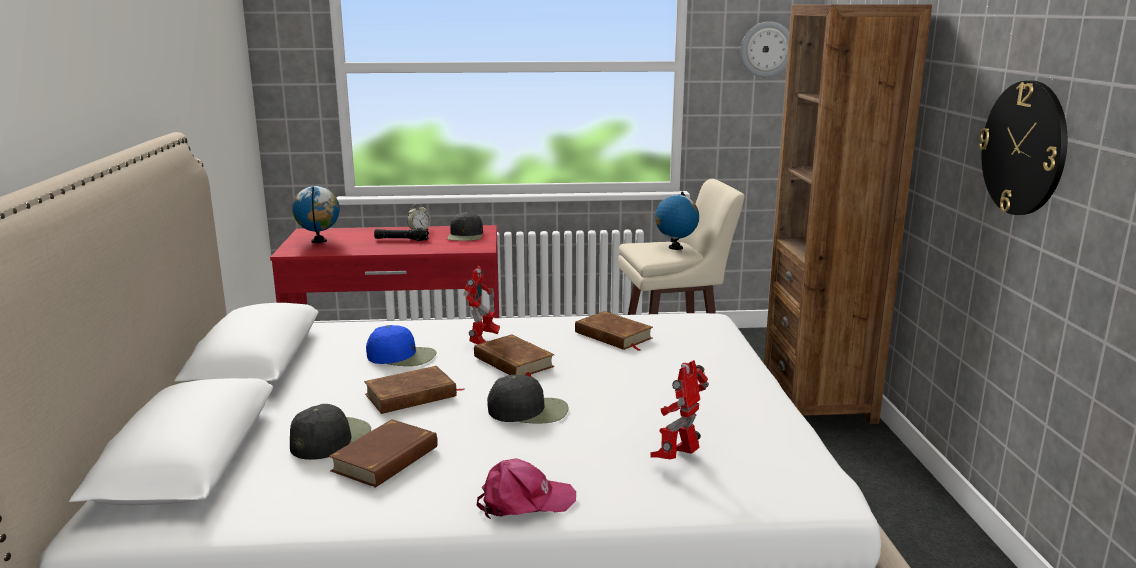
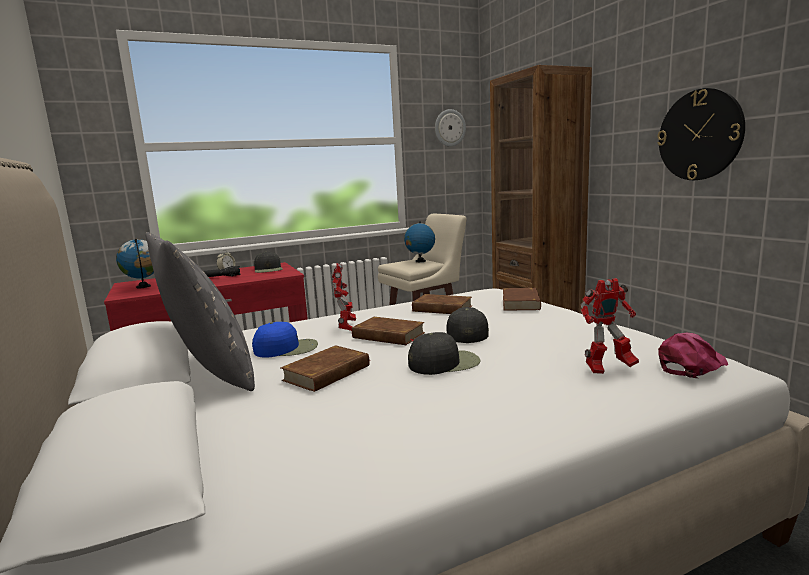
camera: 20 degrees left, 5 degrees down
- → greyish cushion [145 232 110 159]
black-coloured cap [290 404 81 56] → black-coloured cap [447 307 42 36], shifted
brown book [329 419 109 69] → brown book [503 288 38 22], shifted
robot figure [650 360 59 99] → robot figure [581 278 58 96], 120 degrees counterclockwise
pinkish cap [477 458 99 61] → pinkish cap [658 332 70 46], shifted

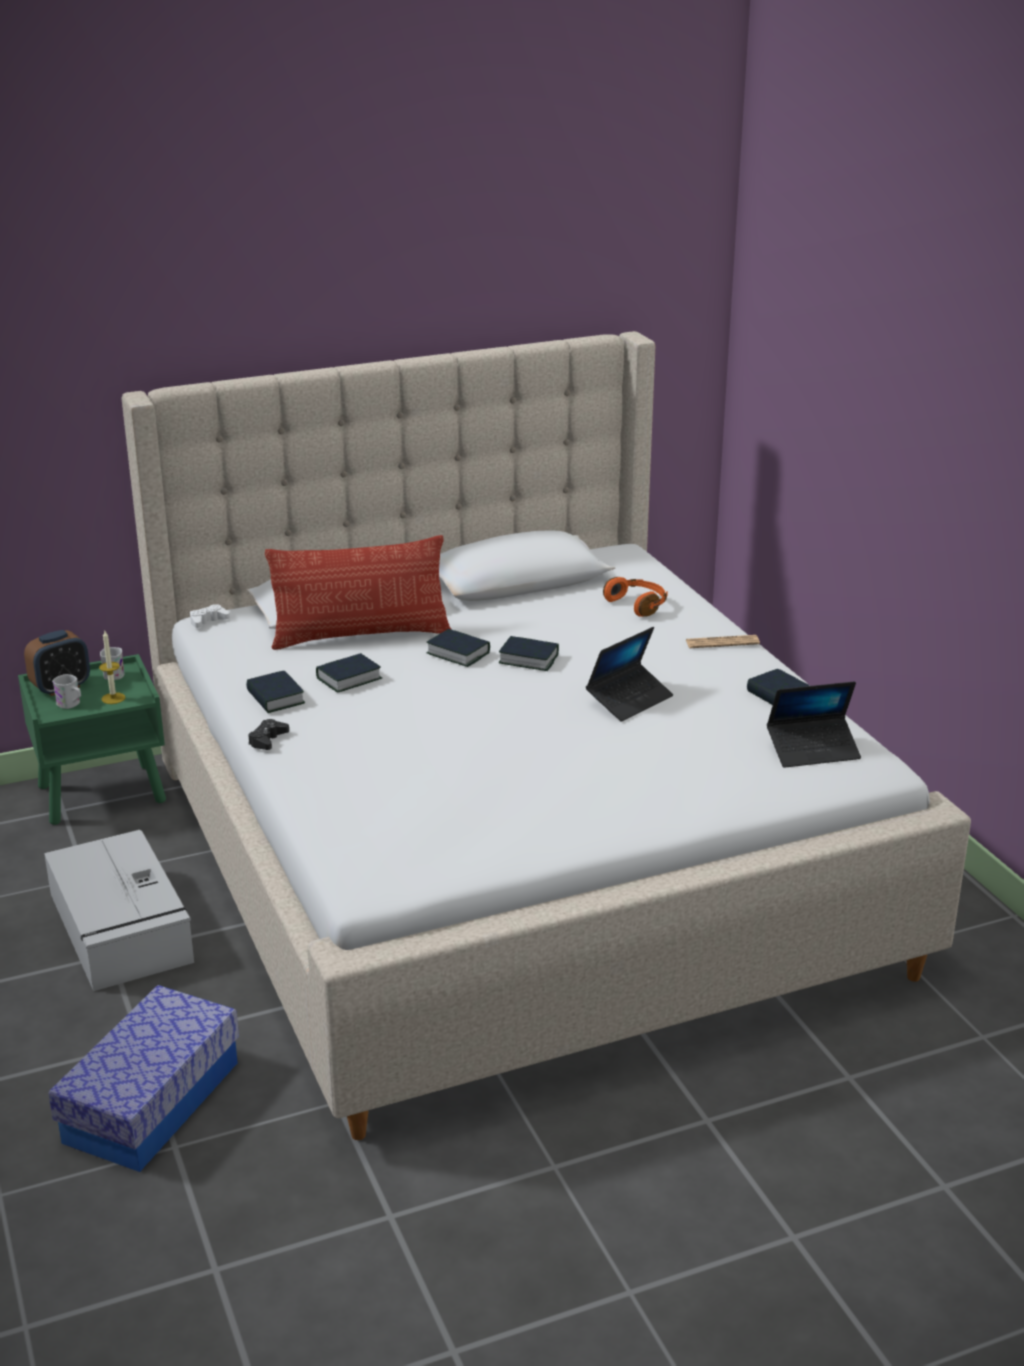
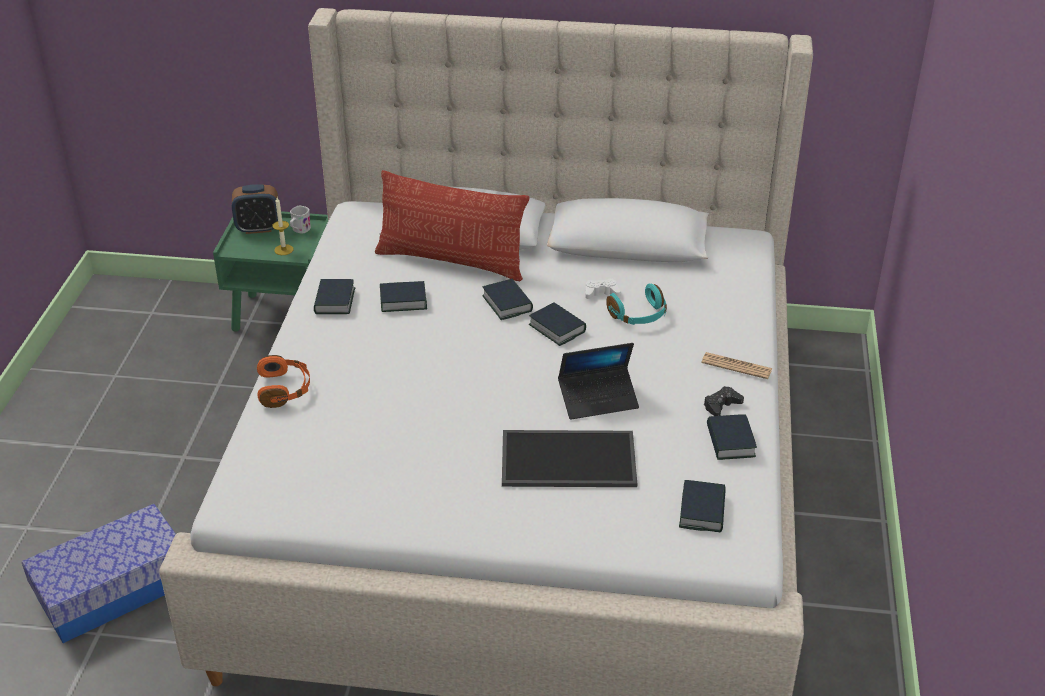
camera: 30 degrees right, 10 degrees up
orangey pair of headphones [603 577 64 40] → orangey pair of headphones [257 355 53 53], shifted
- → tray [502 430 135 57]
whitish joypad [190 604 40 24] → whitish joypad [585 279 36 20], shifted
- → blue-green pair of headphones [606 284 61 41]
notebook computer [767 681 94 87] → book [679 480 47 52]
black-coloured joypad [248 719 41 31] → black-coloured joypad [704 386 40 30], shifted
greyish storage box [44 830 150 161] → -
whitish tea mug [52 674 29 35] → -

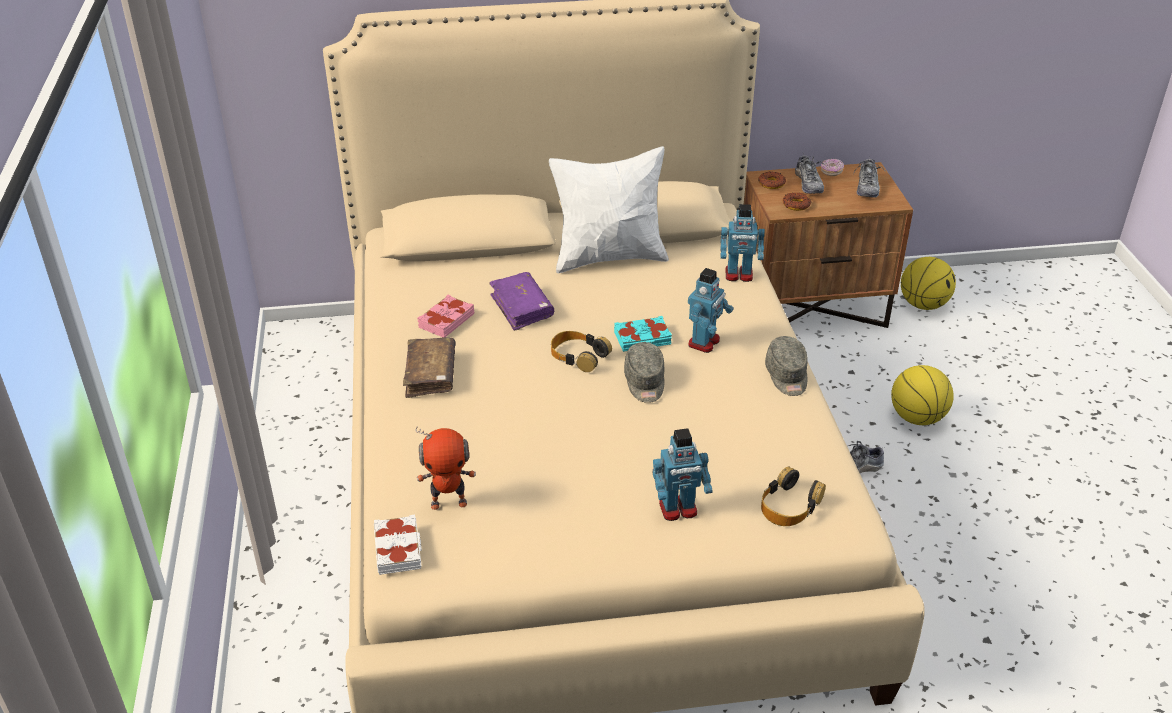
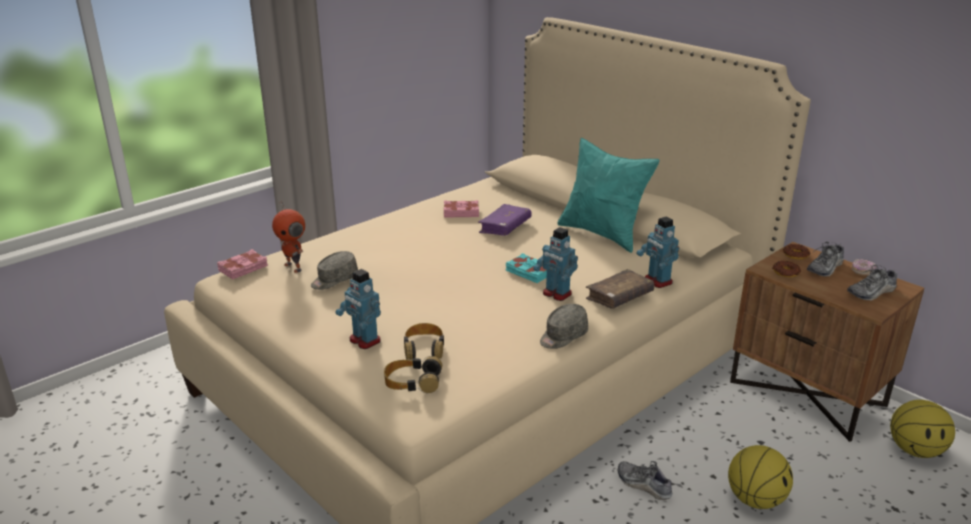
camera: 55 degrees right, 10 degrees down
whitish book [374 514 48 61] → pinkish book [217 249 51 30]
greyish cap [624 342 41 61] → greyish cap [311 251 47 39], shifted
pair of headphones [551 331 61 41] → pair of headphones [404 323 40 37], shifted
robot figure [688 268 45 85] → robot figure [533 227 45 74], 45 degrees clockwise
whitish cushion [549 146 120 127] → blue-green cushion [557 138 103 115]
brown book [403 337 53 61] → brown book [586 269 68 40], shifted

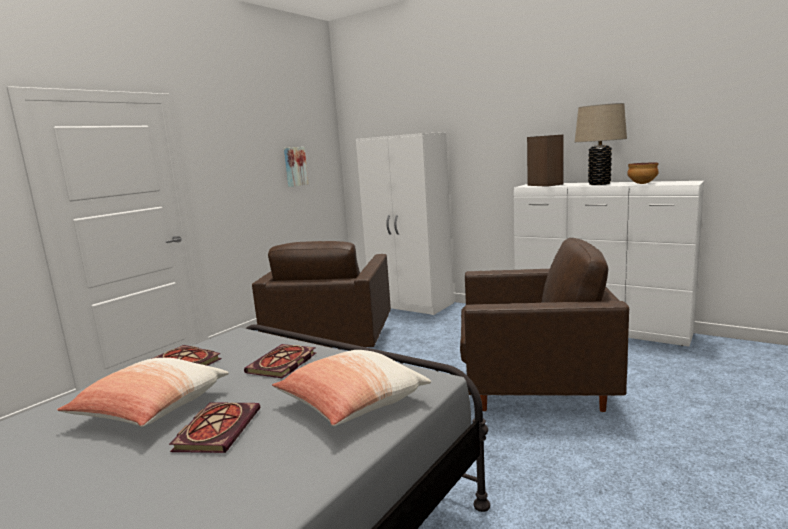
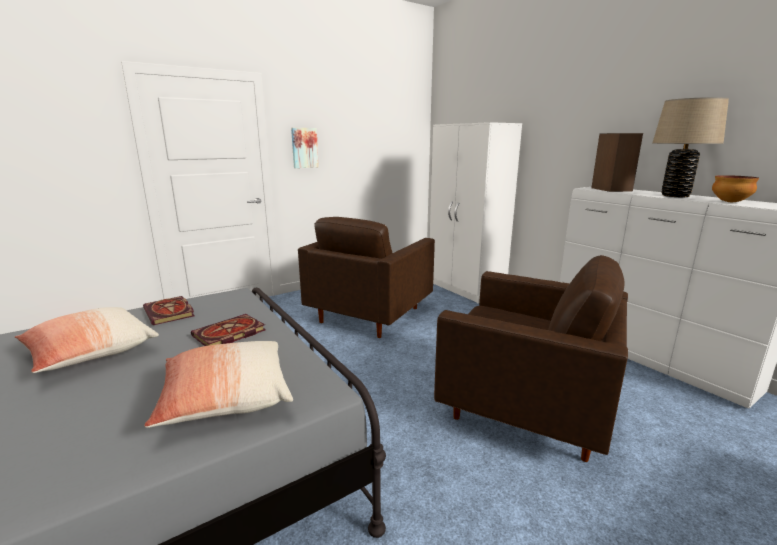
camera: 20 degrees right, 5 degrees up
picture [284 147 25 40] → picture [291 128 28 40], shifted
book [169 402 92 51] → -

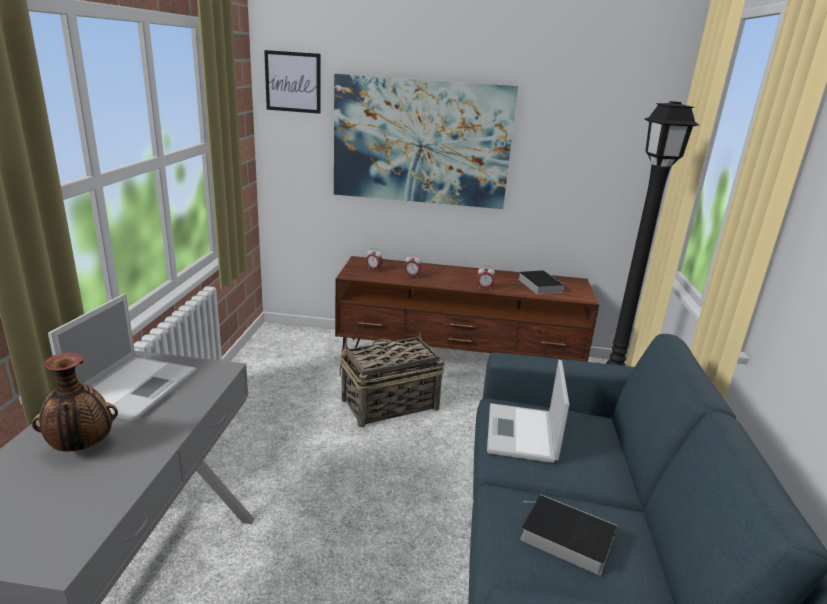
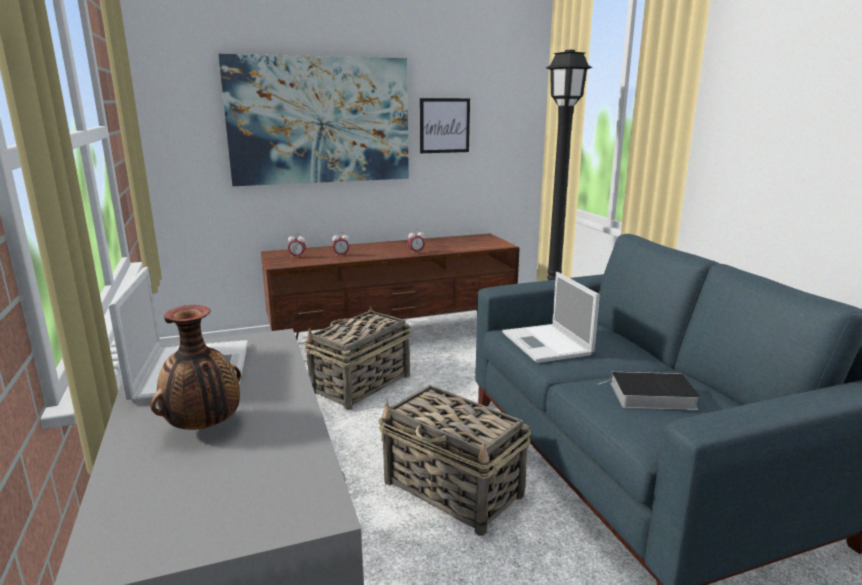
camera: 25 degrees left, 5 degrees down
- → basket [378 385 153 151]
picture [264 50 57 64] → picture [420 98 50 55], shifted
book [518 270 47 24] → -

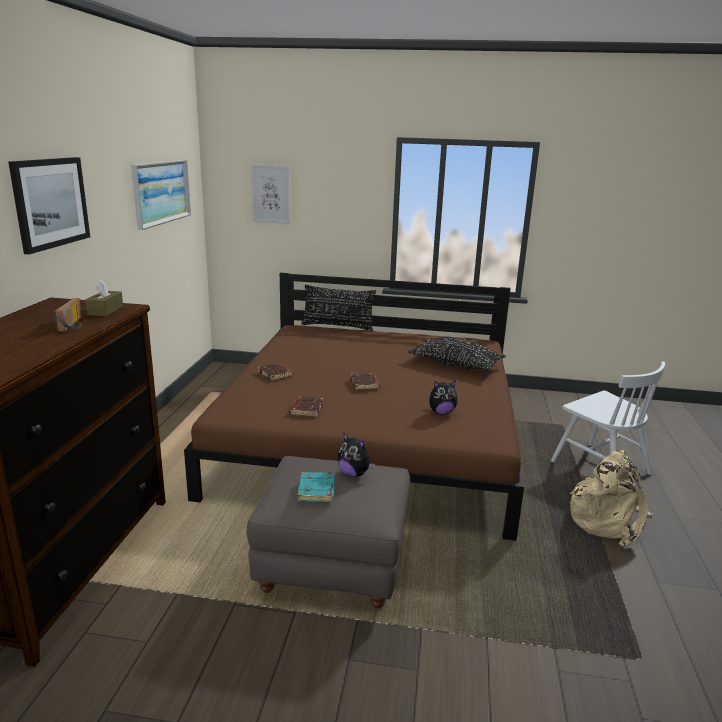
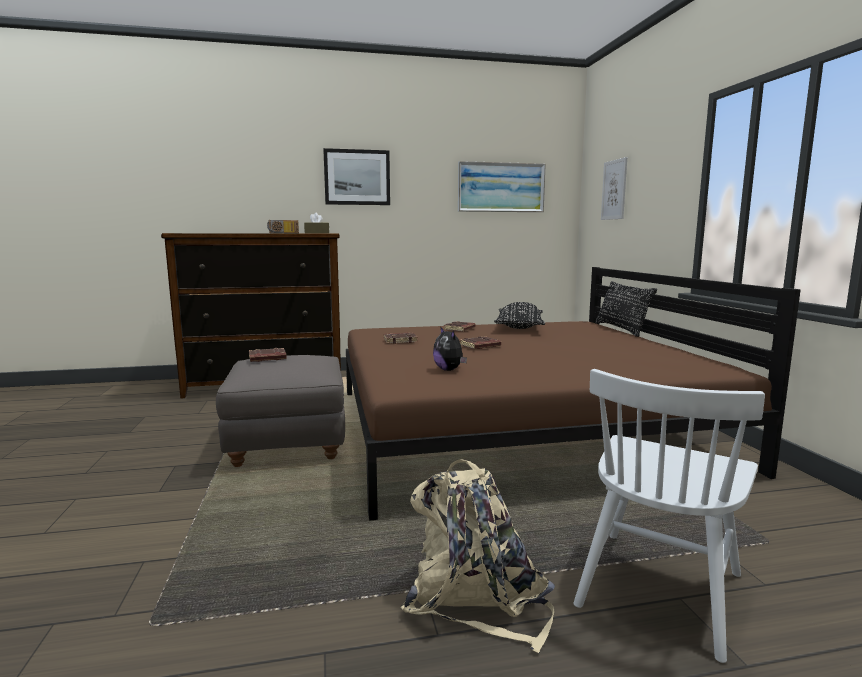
camera: 70 degrees right, 10 degrees down
blue-green book [298 472 37 30] → brown book [249 348 38 14]
black-coloured cushion [408 337 98 34] → black-coloured cushion [494 302 51 27], shifted
cuddly toy [337 432 39 45] → -

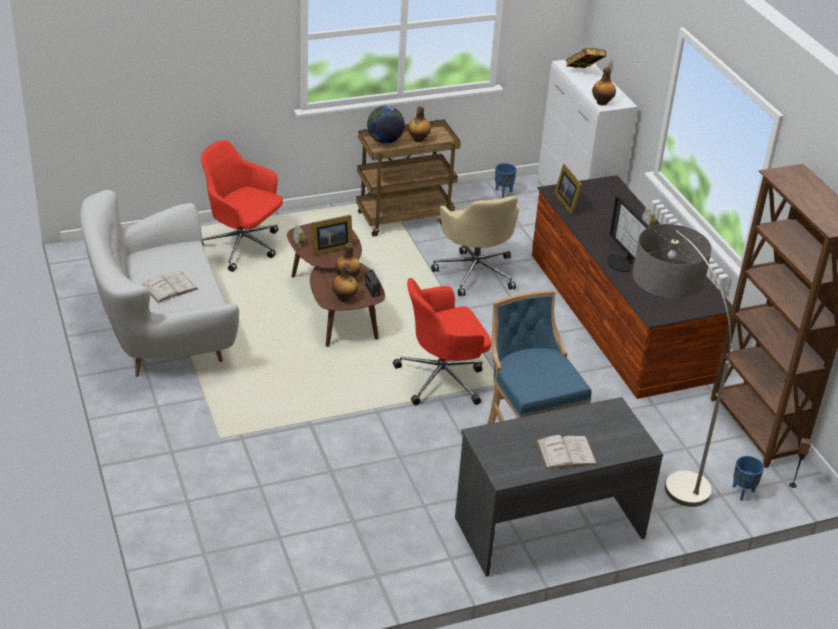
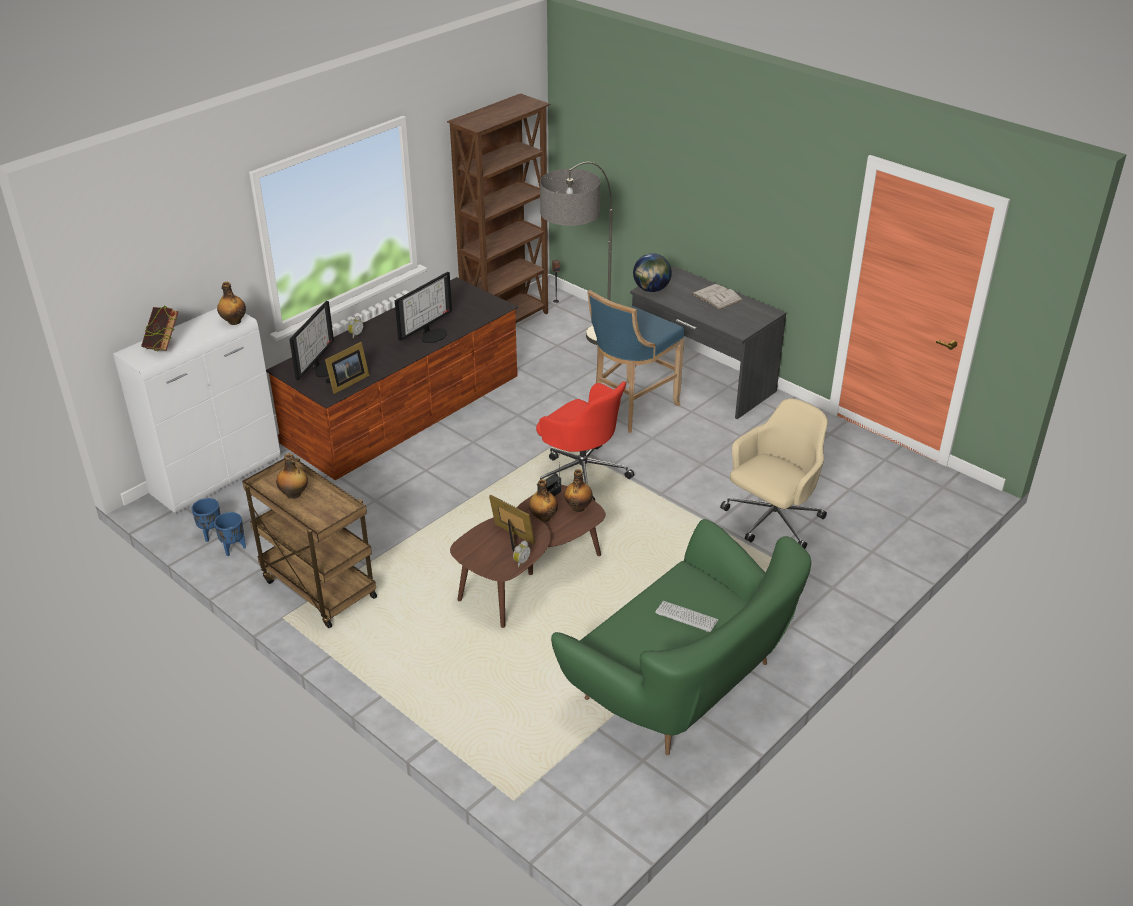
camera: 115 degrees left, 0 degrees up
blue-coloured planter [732 456 32 45] → blue-coloured planter [214 512 32 44], shifted
- → computer screen [289 301 45 79]
whitish sofa [80 190 159 187] → green sofa [551 519 260 236]
desk globe [367 106 38 37] → desk globe [633 253 39 39], shifted
whitish book [143 271 55 31] → keyboard [655 601 64 31]
beige office chair [431 196 88 101] → beige office chair [720 398 108 151], shifted
red office chair [201 140 82 132] → -

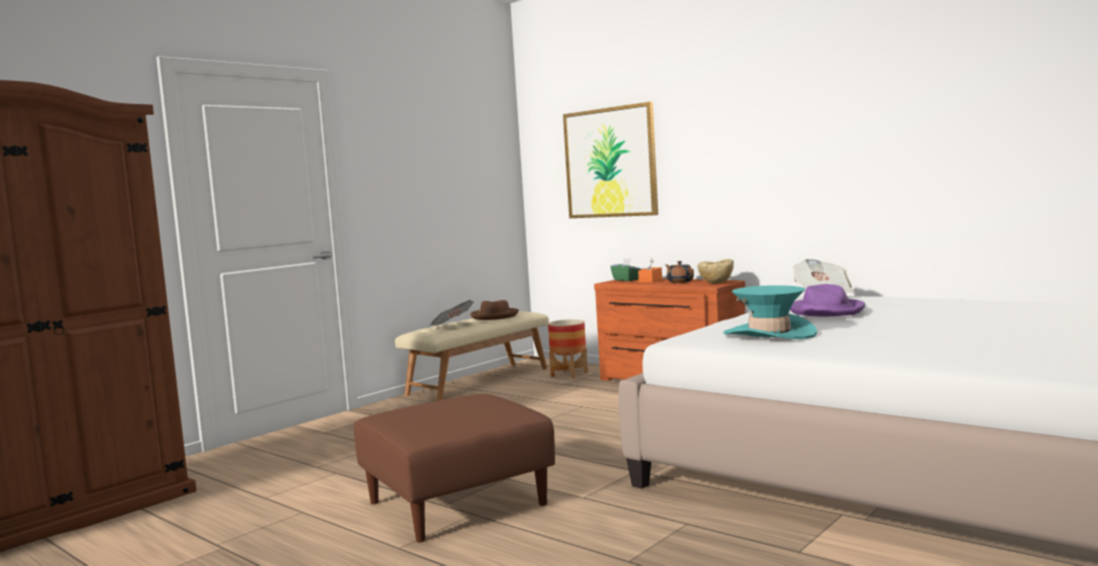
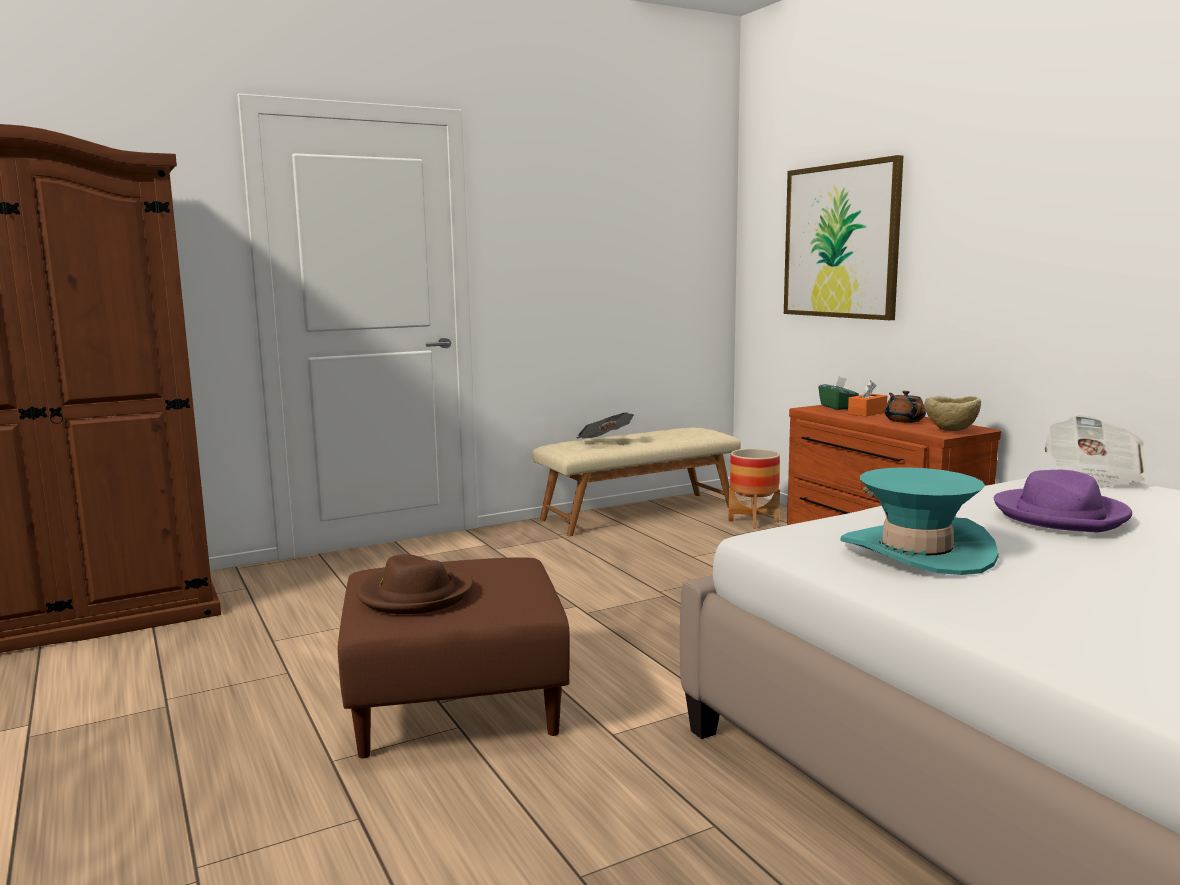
camera: 20 degrees right, 5 degrees up
brown wearable hat [470 300 49 20] → brown wearable hat [356 554 117 60], shifted

